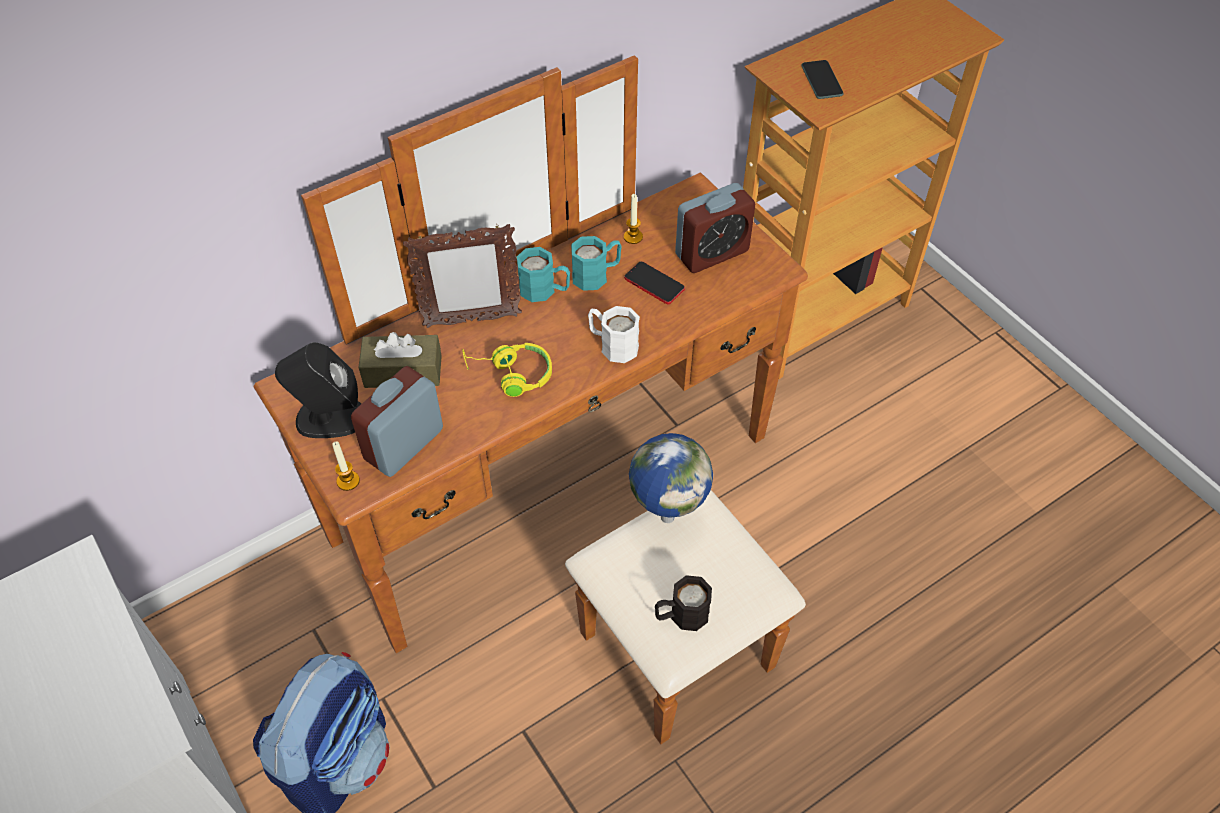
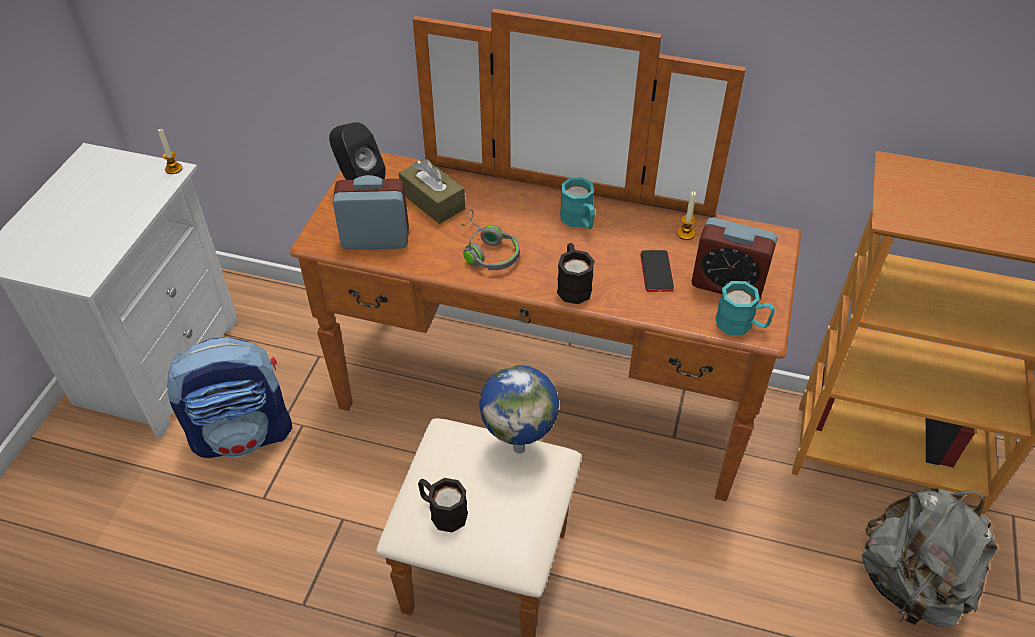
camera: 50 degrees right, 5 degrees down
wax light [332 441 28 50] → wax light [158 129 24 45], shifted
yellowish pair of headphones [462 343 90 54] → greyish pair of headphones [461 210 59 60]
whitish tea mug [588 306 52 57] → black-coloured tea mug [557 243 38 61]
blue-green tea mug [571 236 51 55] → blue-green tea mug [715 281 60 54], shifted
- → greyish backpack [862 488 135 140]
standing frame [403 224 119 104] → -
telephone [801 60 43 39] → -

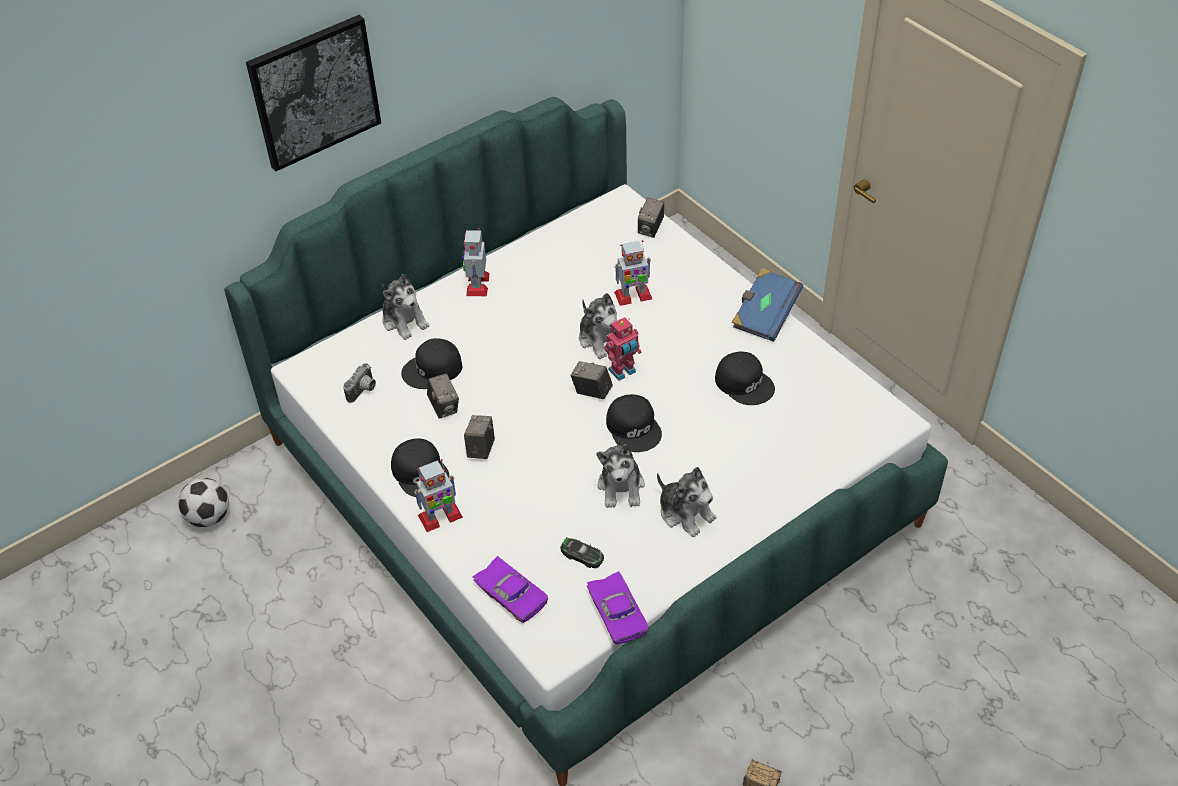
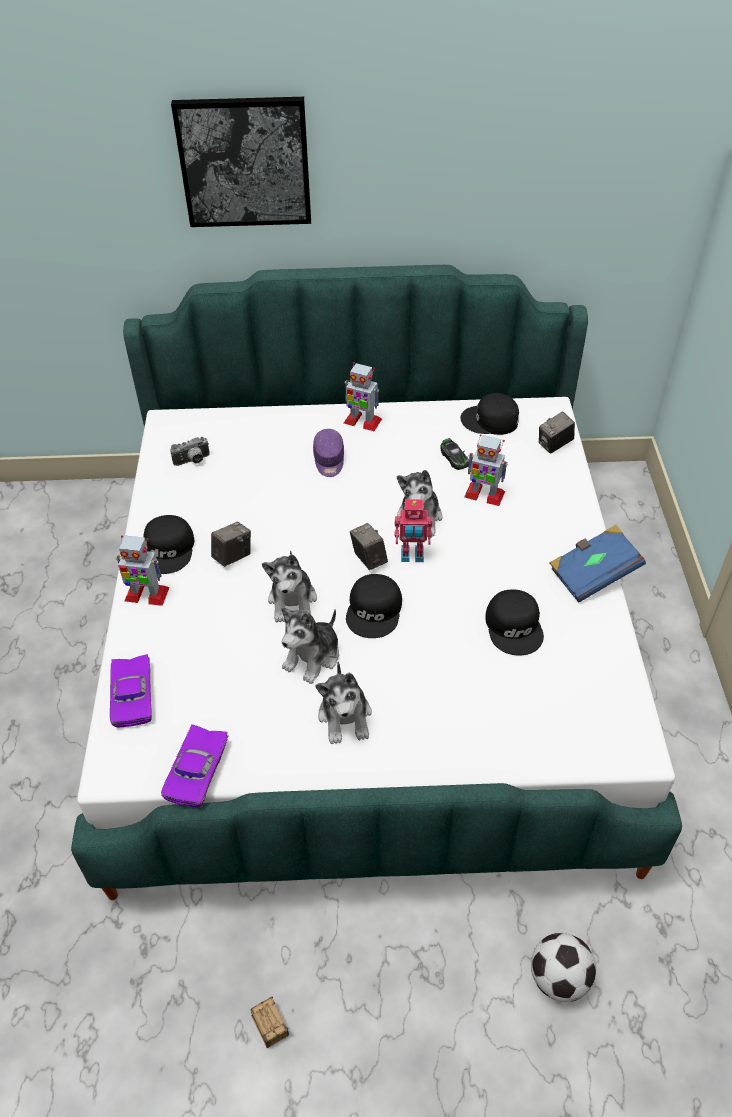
camera: 35 degrees right, 0 degrees up
cuddly toy [382 274 47 66] → cuddly toy [262 551 55 71], shifted
- → purple-coloured cap [313 429 31 48]
robot figure [462 228 28 68] → robot figure [344 362 38 69], 105 degrees counterclockwise
miniature car [560 537 44 31] → miniature car [440 438 29 32], shifted
black-coloured cap [401 338 61 51] → black-coloured cap [460 393 59 42], shifted
football ball [178 478 51 49] → football ball [531 933 65 69], shifted
still camera [427 373 32 46] → -

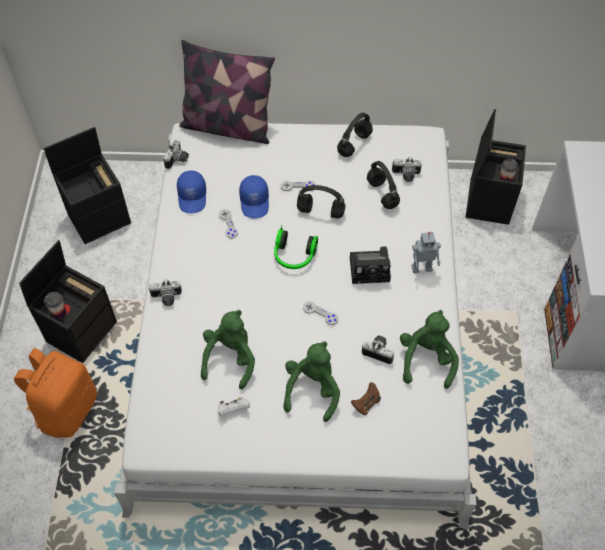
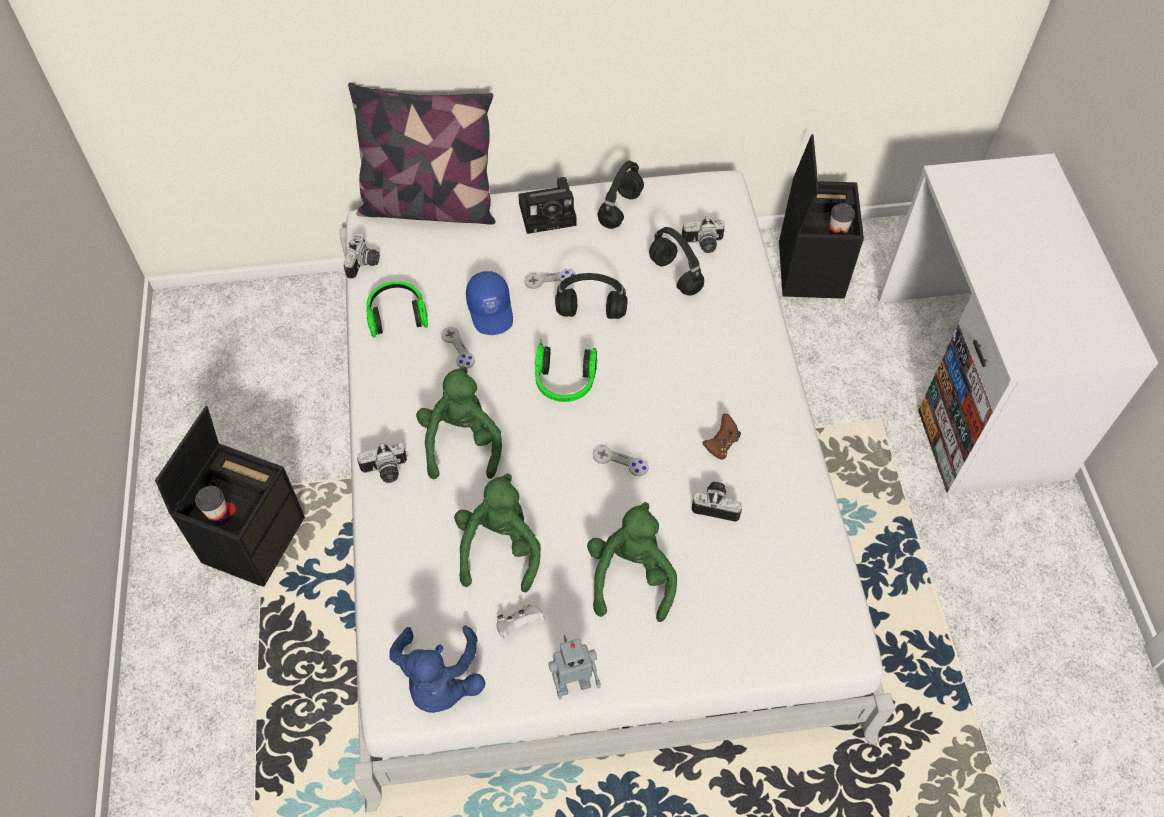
camera: 10 degrees left, 0 degrees up
blue-coloured cap [177 171 29 42] → pair of headphones [366 281 62 57]
- → blue-coloured cuddly toy [390 625 95 88]
green cuddly toy [400 310 59 79] → green cuddly toy [416 366 86 113], shifted
still camera [350 246 41 38] → still camera [518 177 58 57], shifted
robot figure [412 232 29 41] → robot figure [548 635 53 65], shifted
brown joypad [351 382 30 33] → brown joypad [703 414 38 46], shifted
orangey backpack [14 348 83 90] → -
black-coloured storage box [44 127 87 117] → -

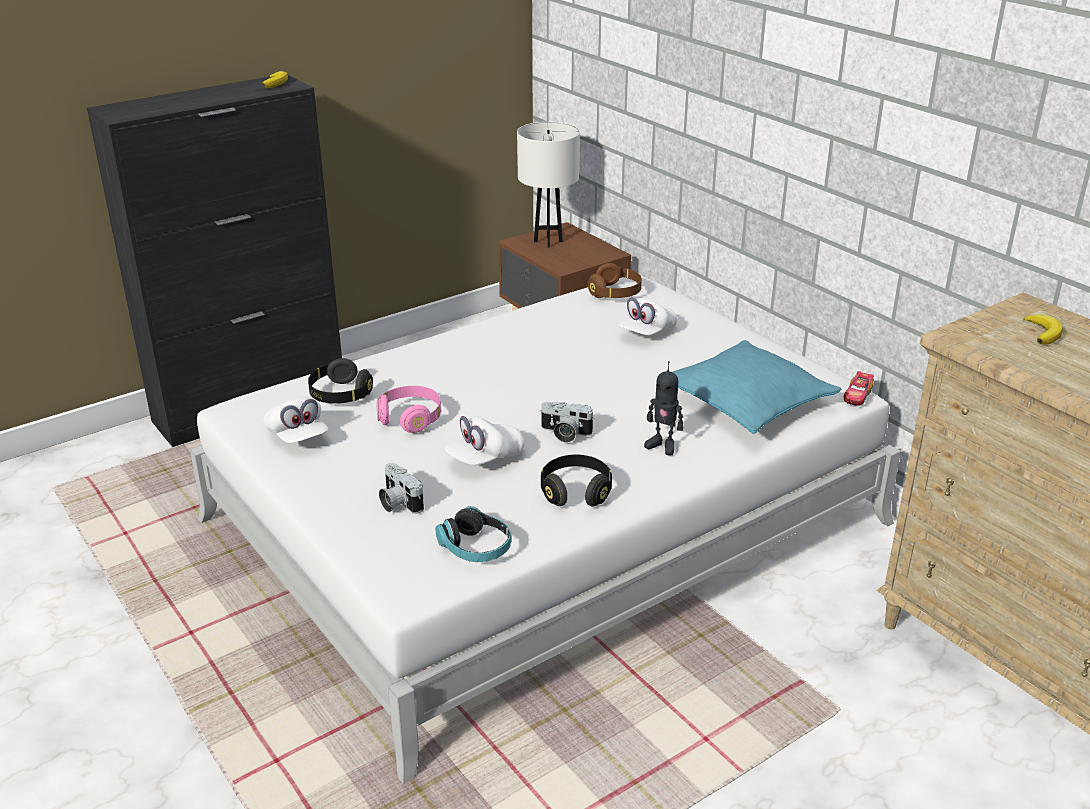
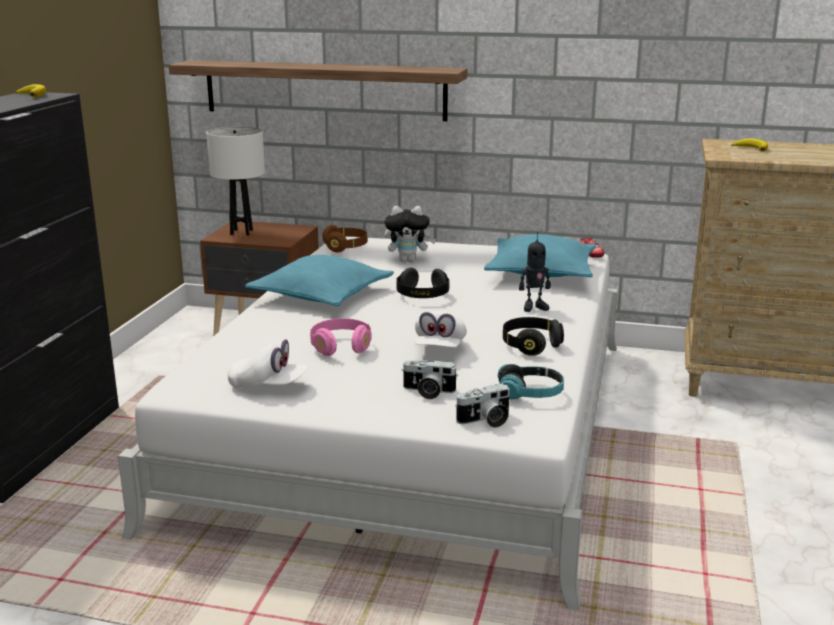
camera: 40 degrees left, 10 degrees down
- → bracket shelf [169 60 298 61]
- → blue-green cushion [245 255 149 51]
whitish cap [618 298 59 37] → cuddly toy [384 206 52 56]
black-coloured pair of headphones [308 358 65 46] → black-coloured pair of headphones [396 268 53 30], shifted
still camera [540 402 55 40] → still camera [455 383 55 45], shifted

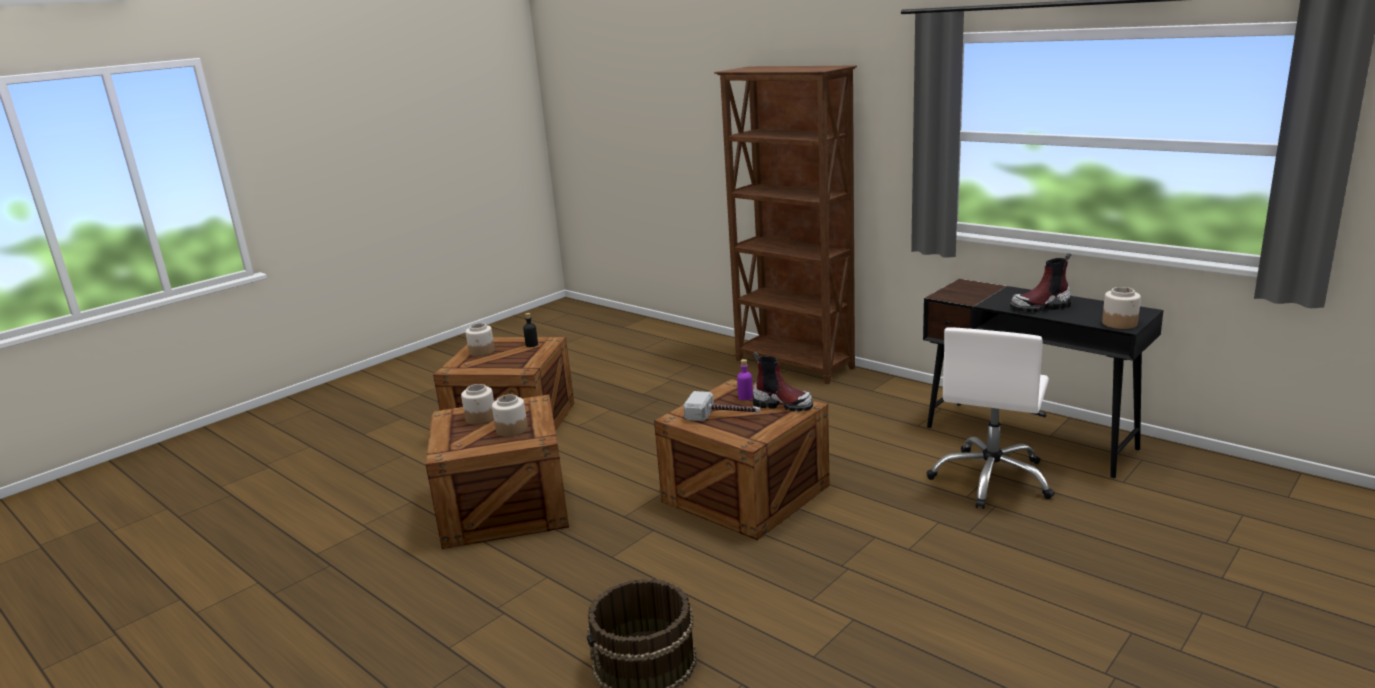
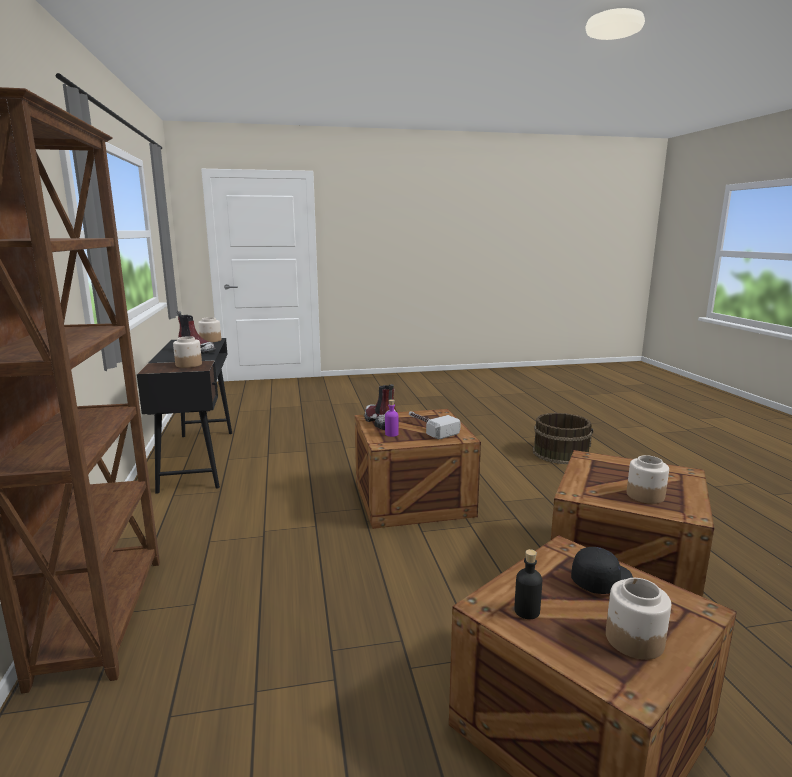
camera: 145 degrees left, 5 degrees down
jar [492 394 36 43] → jar [173 336 29 32], shifted
- → black-coloured cap [571 547 62 47]
whitish office chair [926 327 129 182] → -

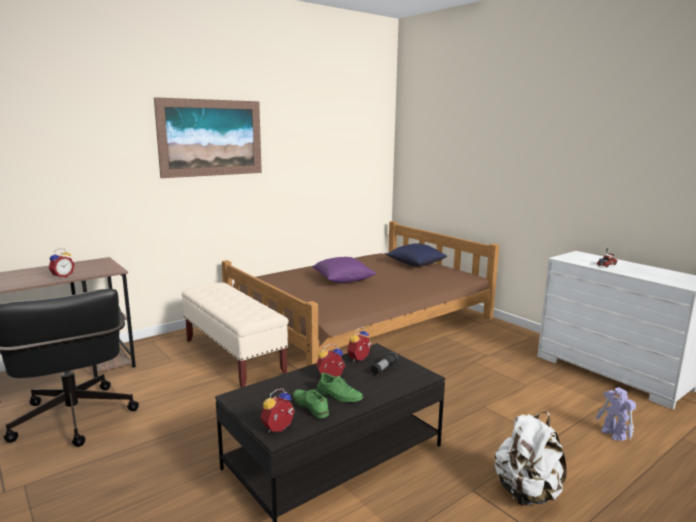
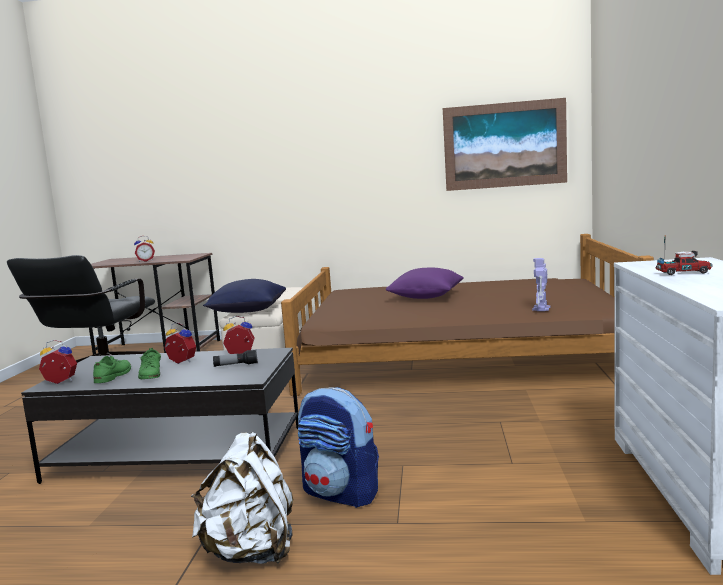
camera: 45 degrees right, 5 degrees down
blue-coloured cushion [386 243 61 24] → blue-coloured cushion [203 279 83 34], shifted
- → backpack [298 387 81 121]
picture [154 97 108 81] → picture [443 98 124 93], shifted
robot figure [596 387 40 54] → robot figure [532 258 18 53], shifted

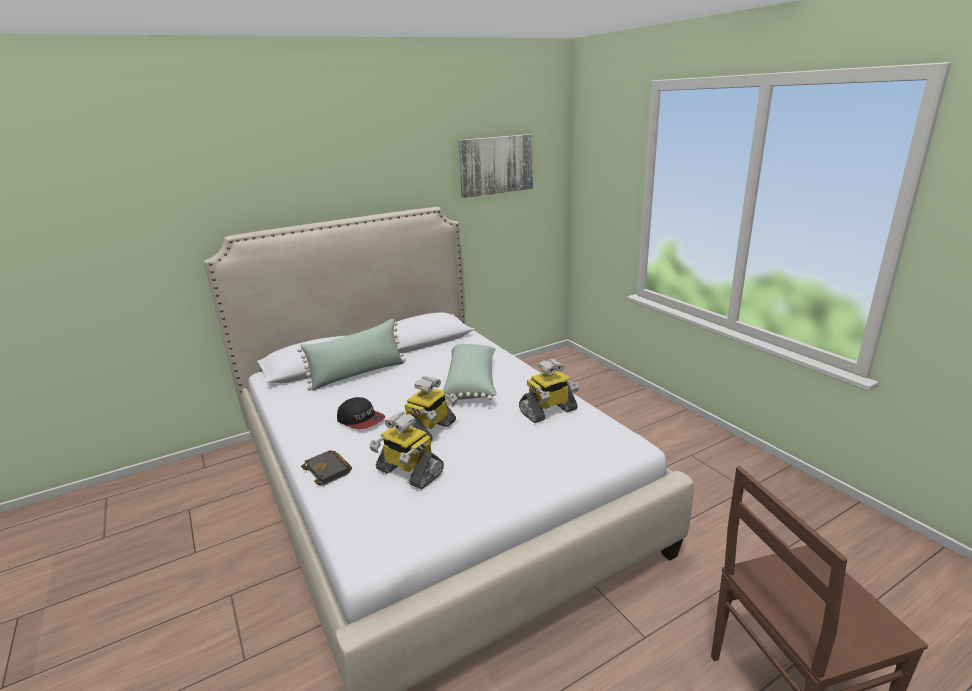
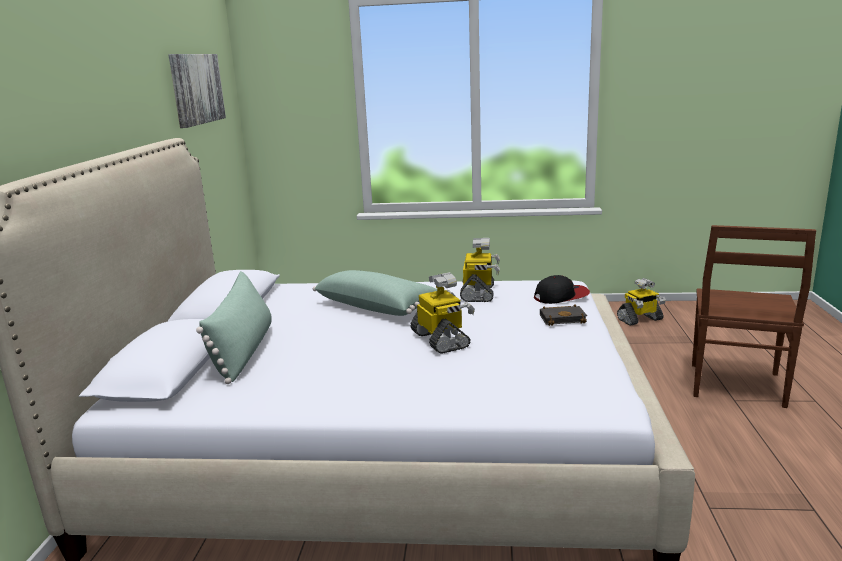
camera: 55 degrees left, 5 degrees down
cap [337 397 48 33] → cap [534 275 56 29], shifted
black-coloured book [301 450 51 36] → black-coloured book [540 305 47 21], shifted
robot figure [369 412 75 77] → robot figure [617 278 49 47], shifted

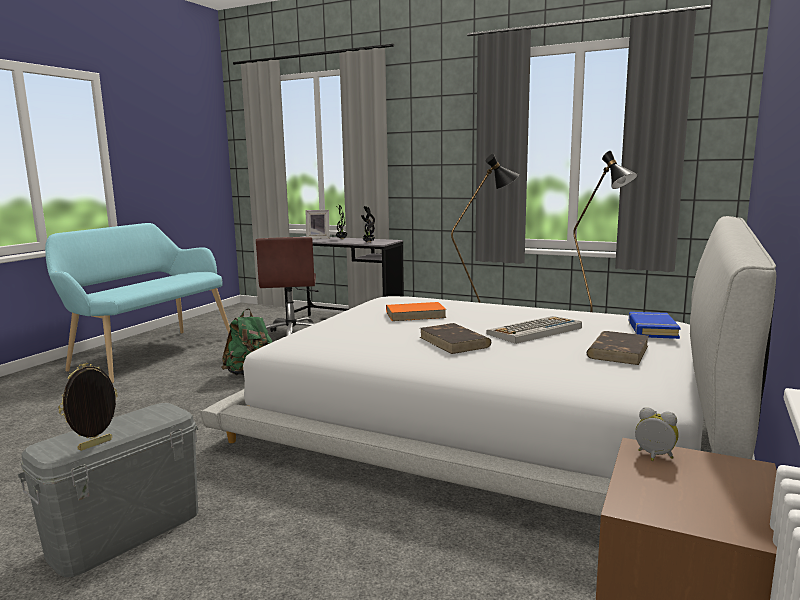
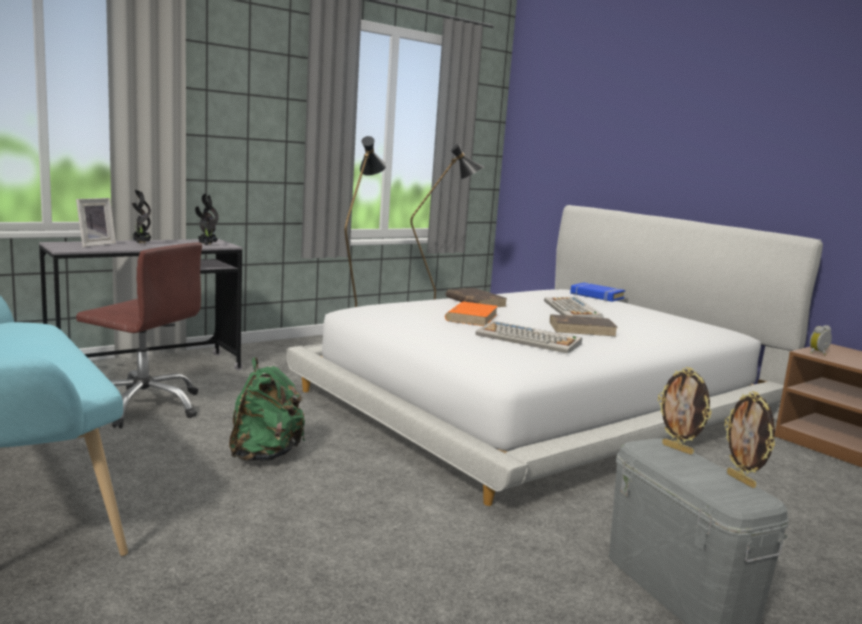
camera: 65 degrees left, 0 degrees up
brown book [587 331 62 34] → brown book [446 288 62 19], shifted
- → keyboard [475 321 107 32]
- → standing frame [658 367 54 88]

